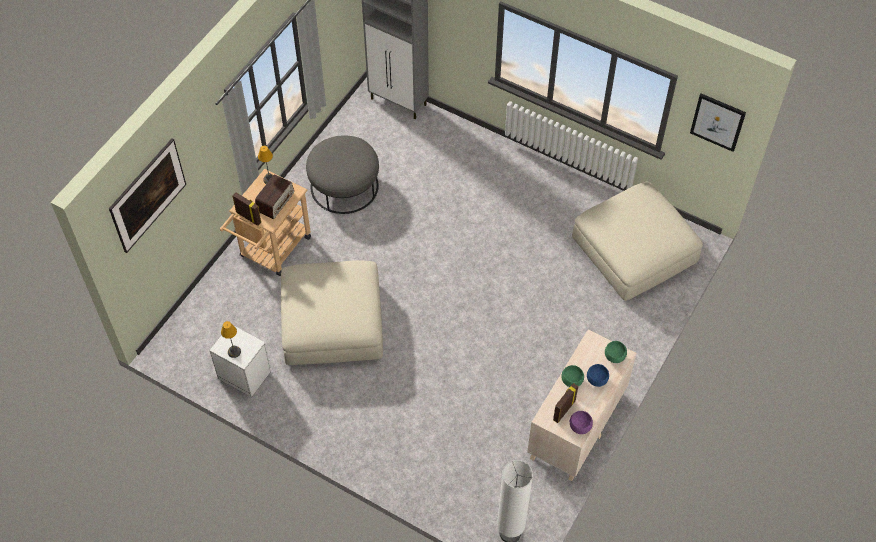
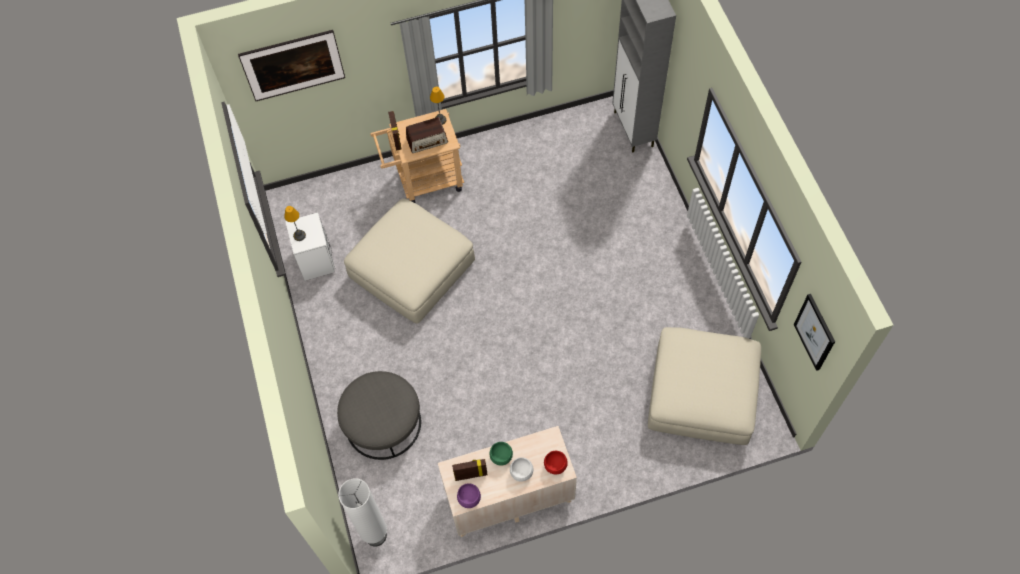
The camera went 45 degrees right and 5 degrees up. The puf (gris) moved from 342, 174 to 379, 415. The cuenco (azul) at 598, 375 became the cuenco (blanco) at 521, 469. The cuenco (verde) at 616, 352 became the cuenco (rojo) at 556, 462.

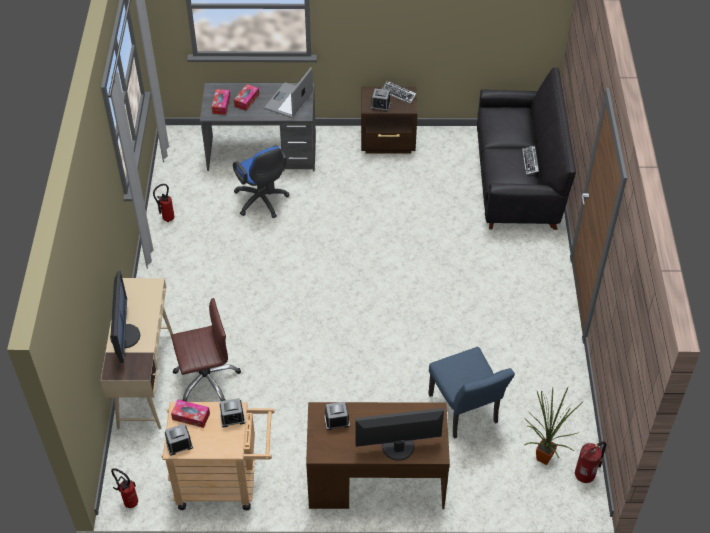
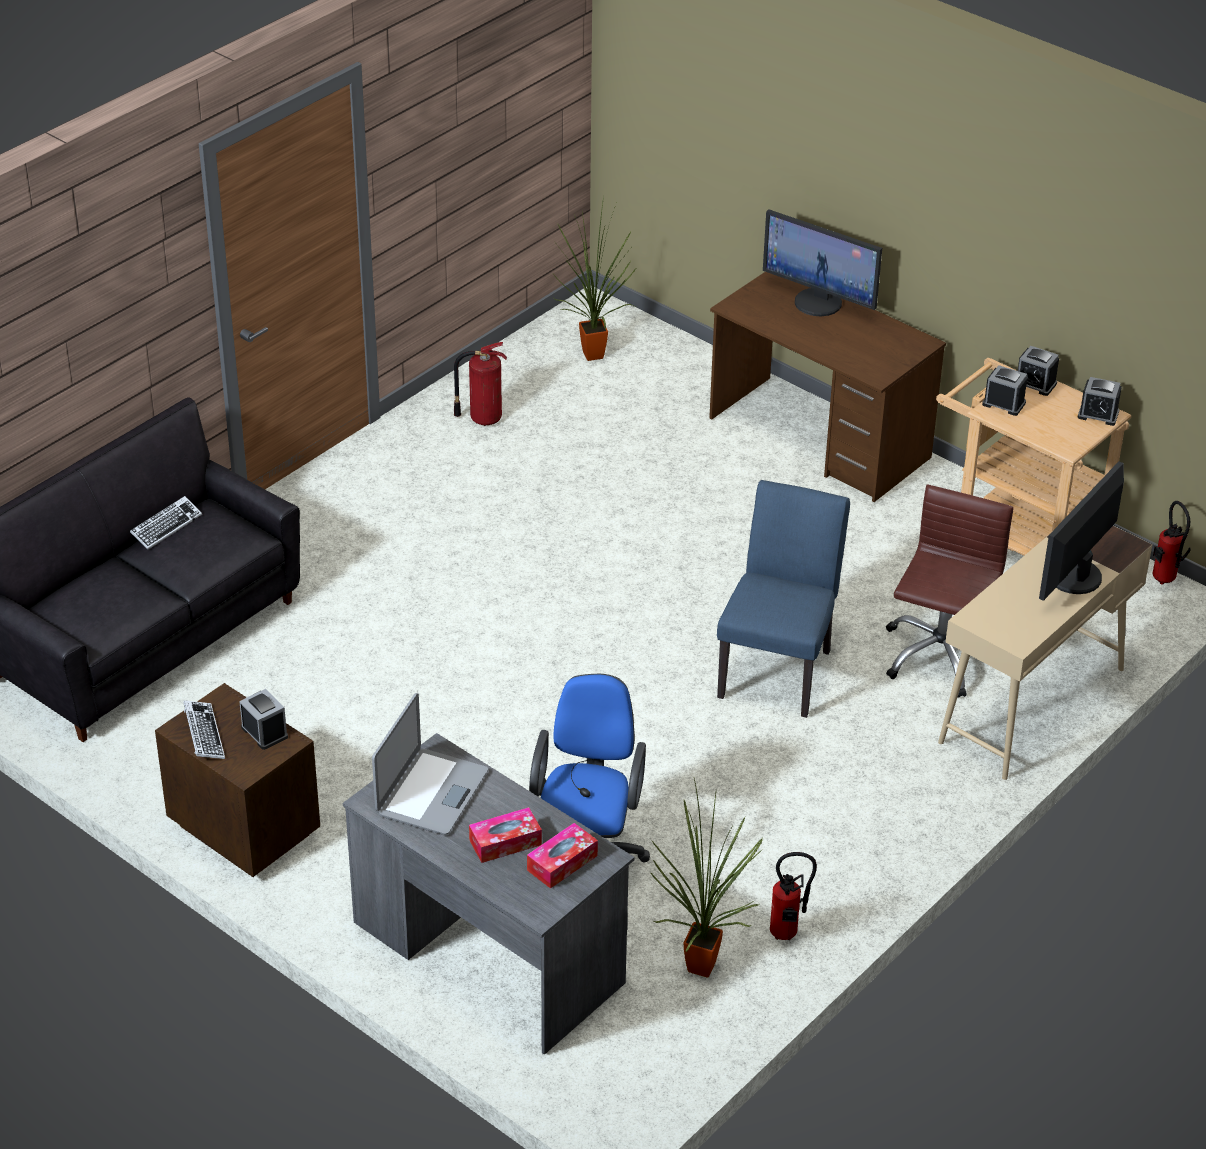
The camera went 140 degrees left and 10 degrees down. The silla de oficina (marrón) at 206, 350 turned 90 degrees clockwise. The caja de pañuelos at 190, 414 disappeared. The portátil at 289, 92 turned 45 degrees counterclockwise. The despertador moved from 337, 416 to 1038, 371. The silla (azul) moved from 471, 393 to 783, 599. The extintor moved from 591, 462 to 480, 384. The planta en maceta at 706, 878 appeared.

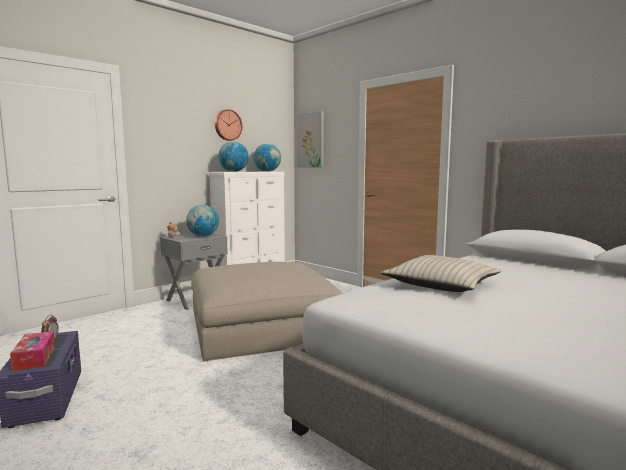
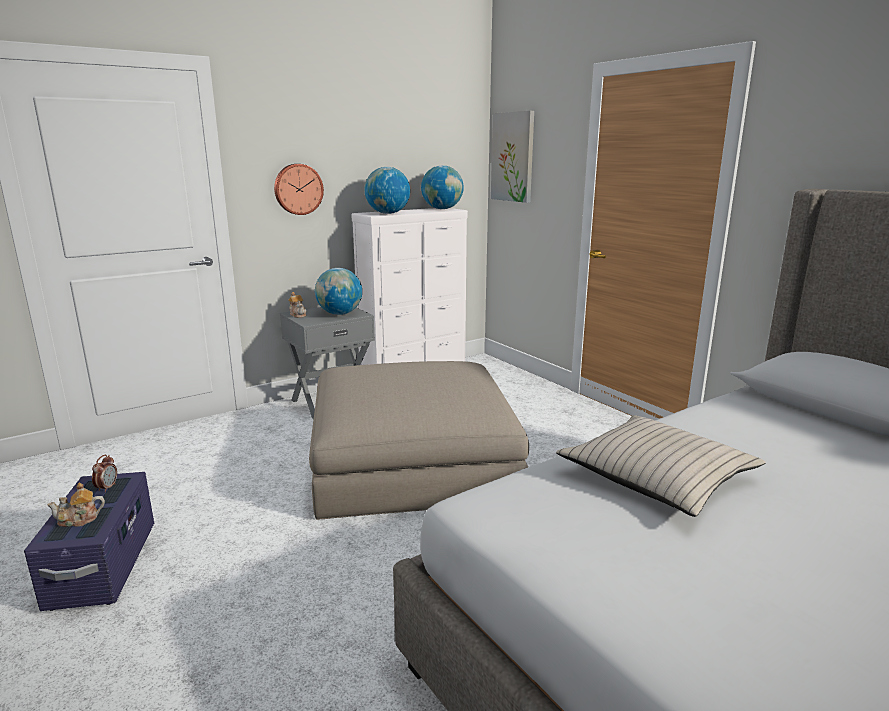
The camera went 10 degrees right and 10 degrees up. The caja de pañuelos at 32, 351 was replaced by the tetera at 76, 505. The reloj de pared moved from 228, 125 to 299, 189.

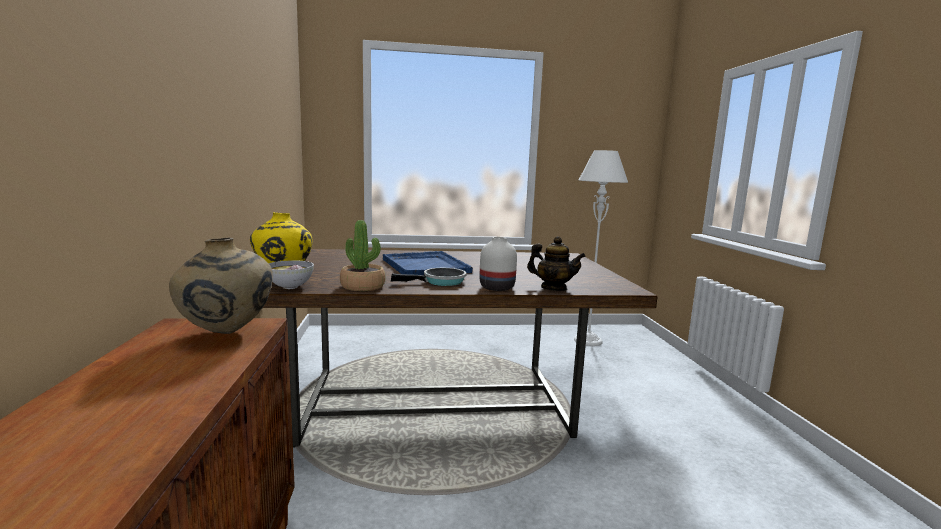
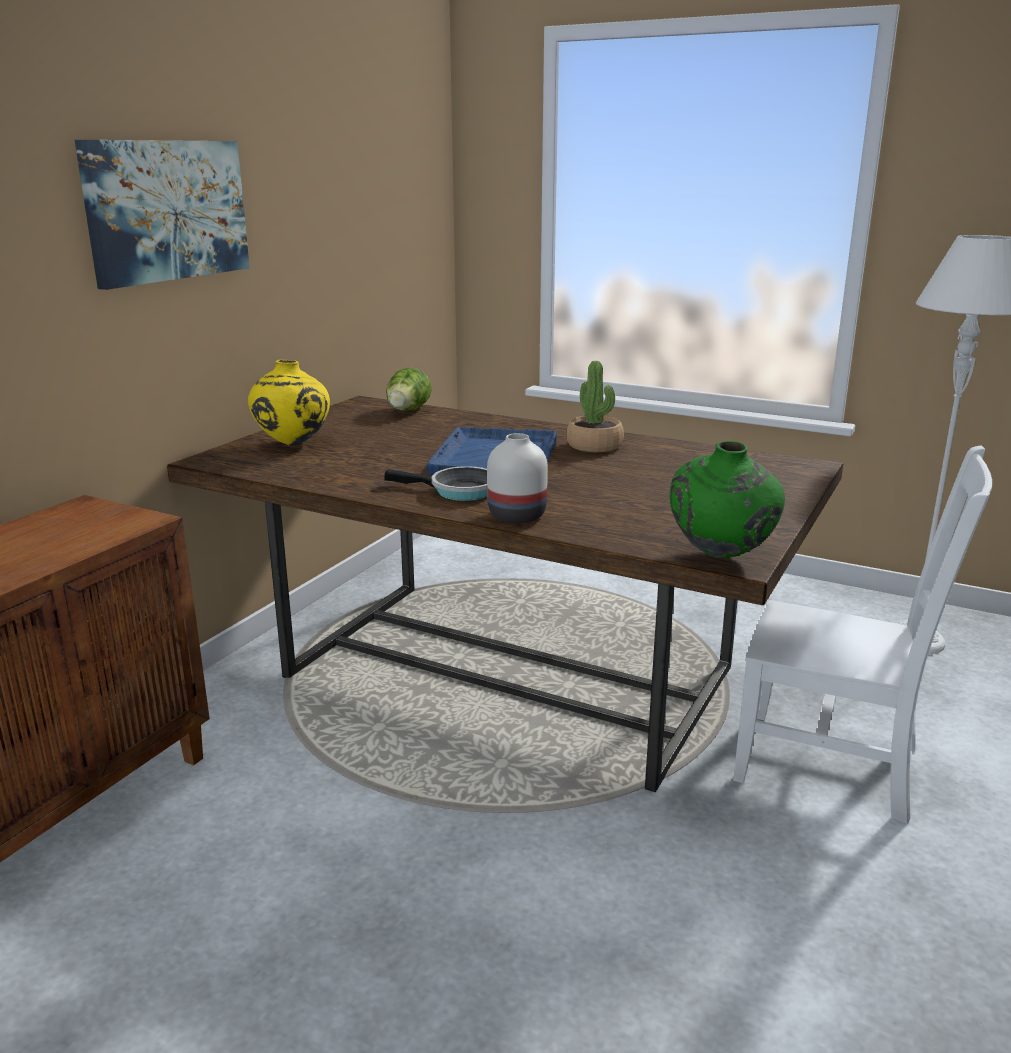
The camera went 35 degrees right and 10 degrees up. The florero (beis) at 221, 286 disappeared. The cuenco at 291, 274 disappeared. The planta en maceta moved from 363, 255 to 595, 406. The tetera at 556, 263 disappeared. The cuadro at 162, 215 appeared. The lechuga at 409, 389 appeared. The florero (verde) at 727, 499 appeared. The silla (blanco) at 862, 635 appeared.

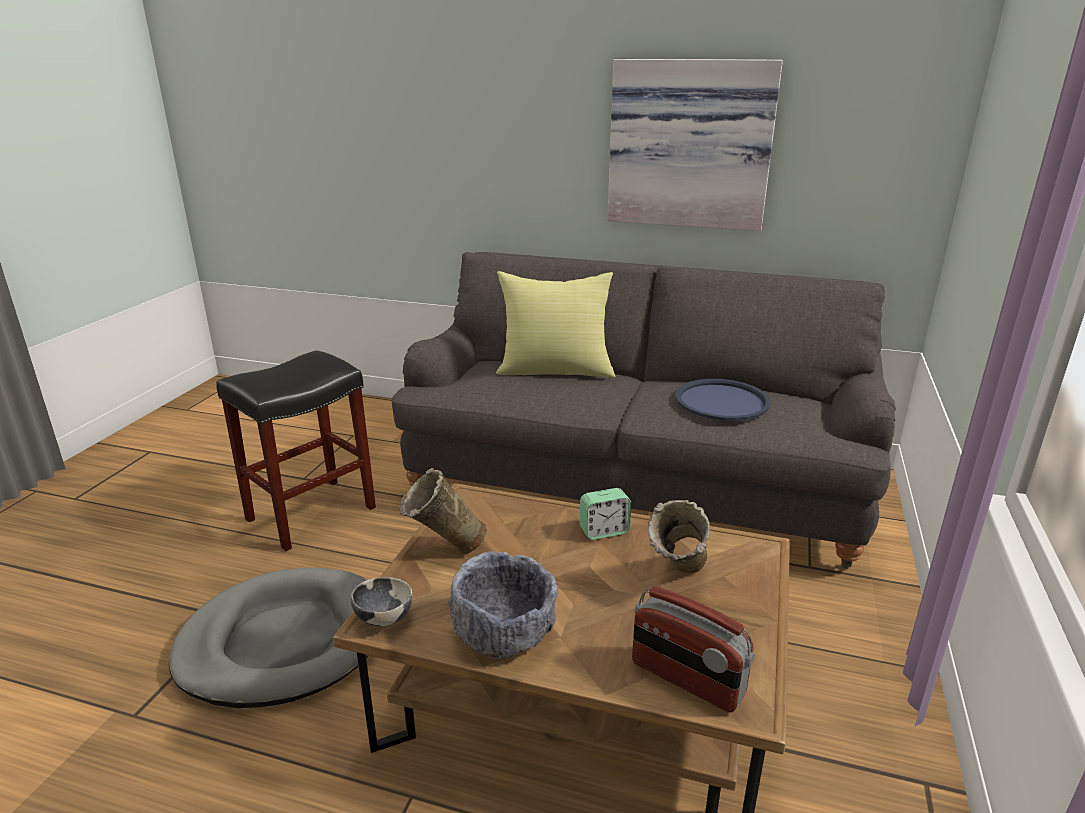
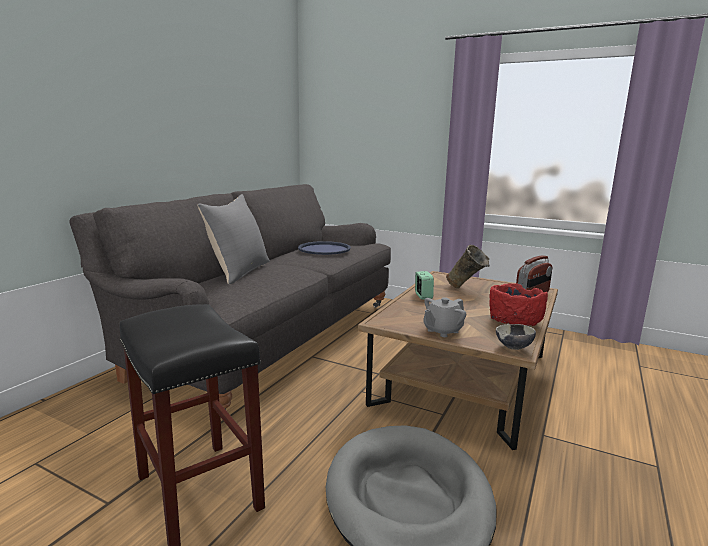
The camera went 80 degrees left and 10 degrees down. The florero (beis) at 443, 511 was replaced by the tetera (gris) at 444, 317. The cuenco (gris) at 503, 605 became the cuenco (rojo) at 518, 304. The cojín (amarillo) at 555, 324 became the cojín (gris) at 233, 239. The cuadro at 695, 145 disappeared.

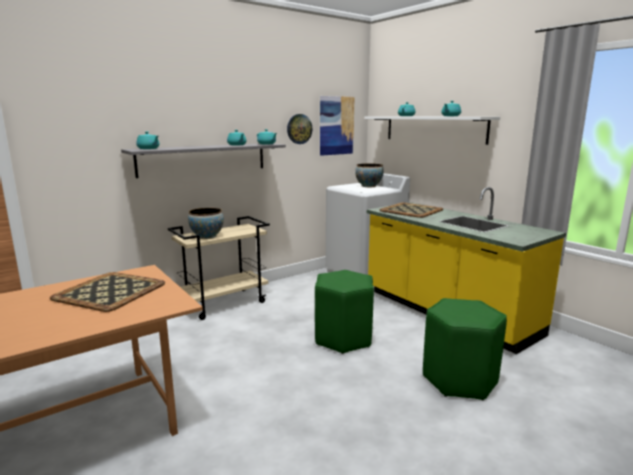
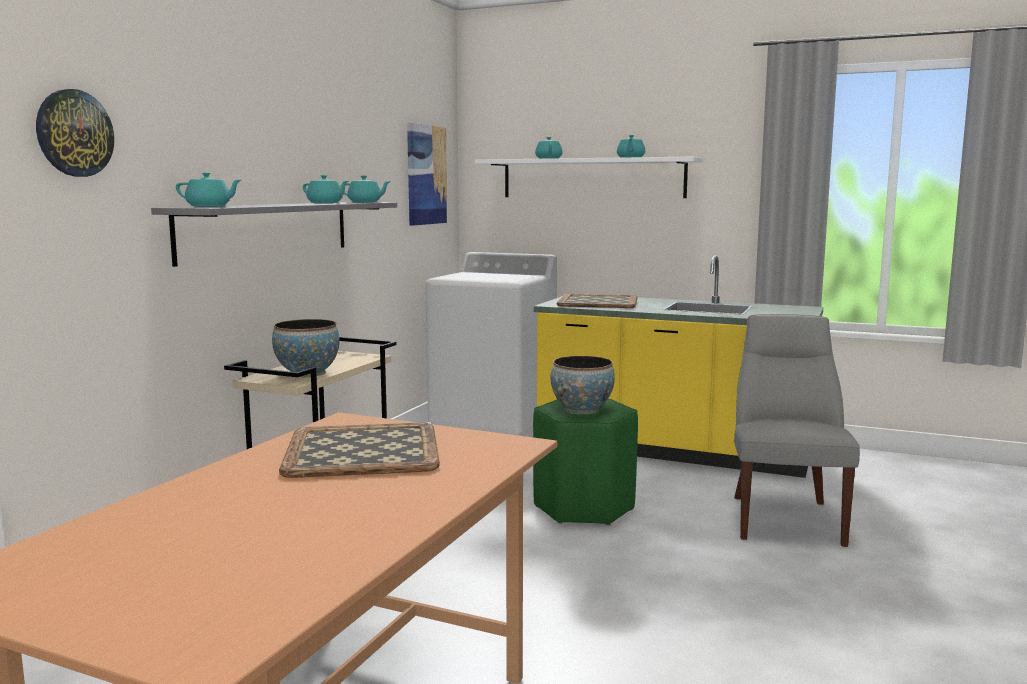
The camera went 30 degrees left and 5 degrees down. The reloj de pared moved from 299, 129 to 75, 133. The cuenco moved from 369, 175 to 583, 385. The taburete (verde) at 465, 349 was replaced by the silla (gris) at 797, 430.

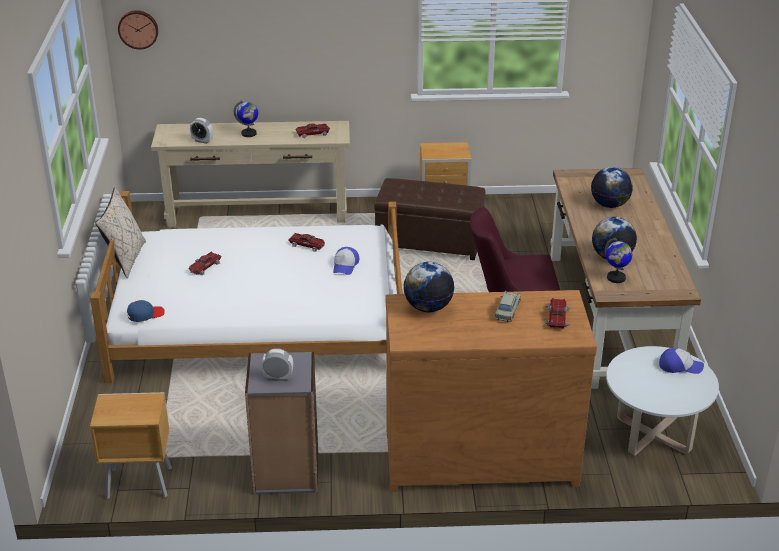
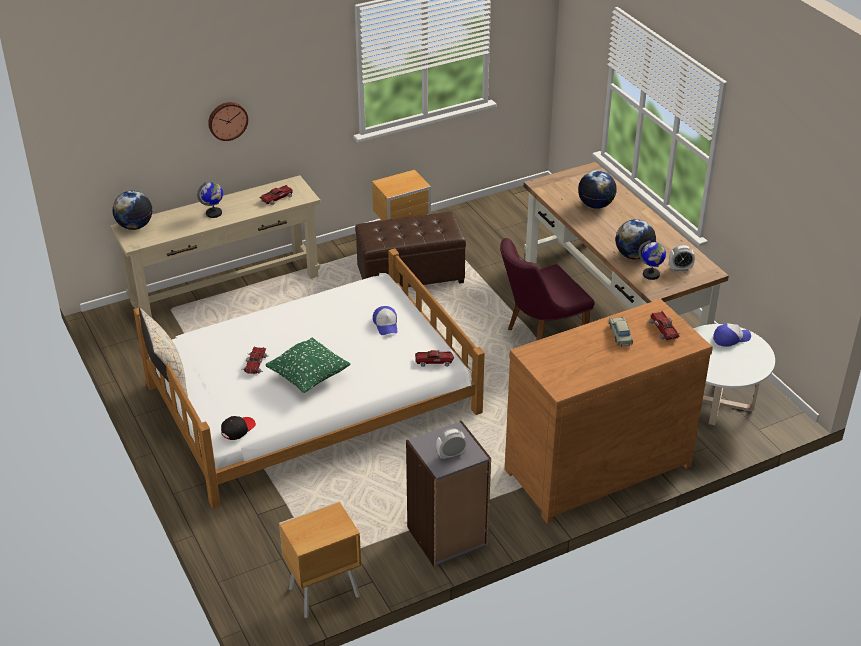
The camera went 25 degrees left and 5 degrees up. The reloj de pared moved from 138, 30 to 228, 121. The gorra (azul) at 146, 311 became the gorra (negro) at 238, 428. The despertador moved from 201, 131 to 682, 258. The coche de juguete moved from 306, 242 to 434, 358. The globo terráqueo moved from 428, 287 to 132, 210. The cojín (verde) at 308, 365 appeared.

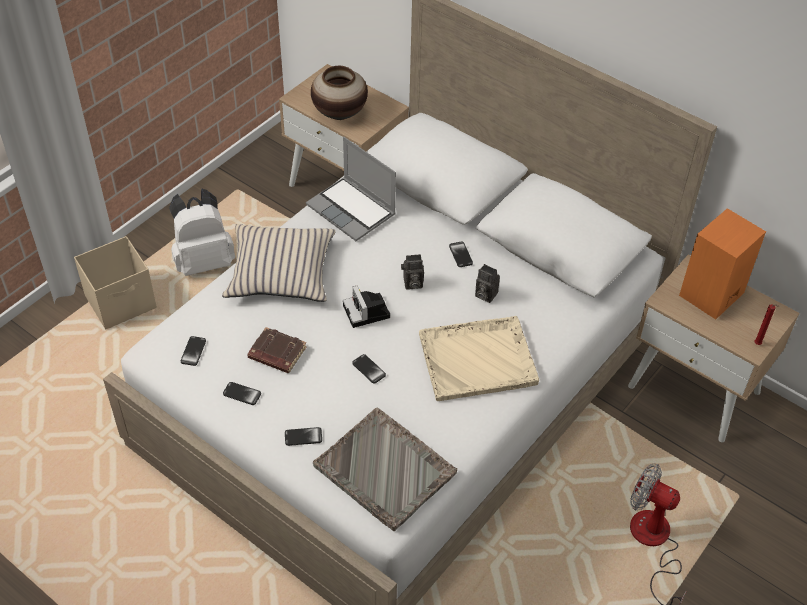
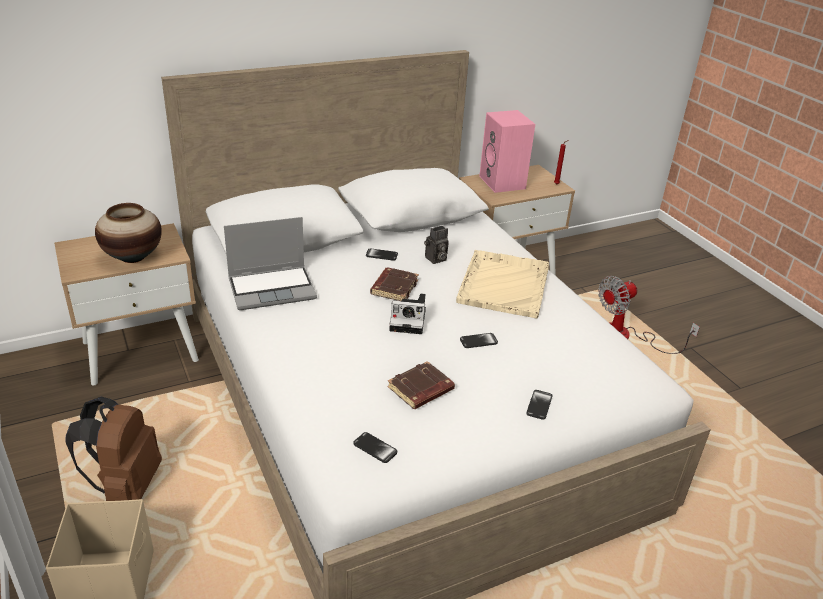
The camera went 65 degrees left and 15 degrees down. The mochila (blanco) at 202, 232 became the mochila (marrón) at 114, 449. The cojín (beis) at 278, 263 disappeared. The móvil at 242, 393 disappeared. The bandeja (gris) at 385, 469 disappeared. The cámara at 412, 272 was replaced by the libro (marrón) at 394, 284. The altavoz (naranja) at 722, 263 became the altavoz (rosa) at 507, 151.

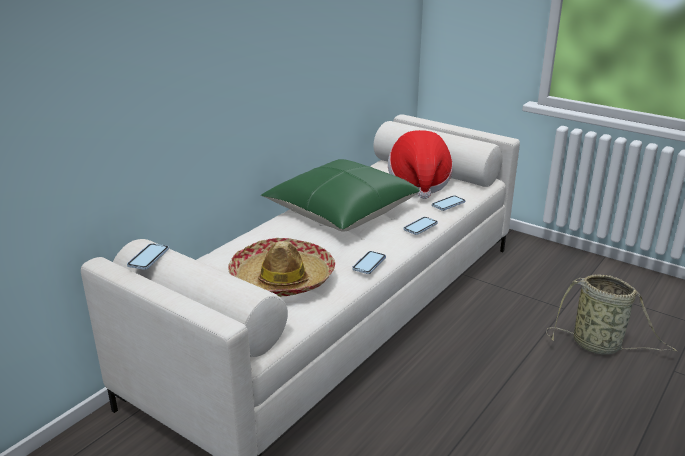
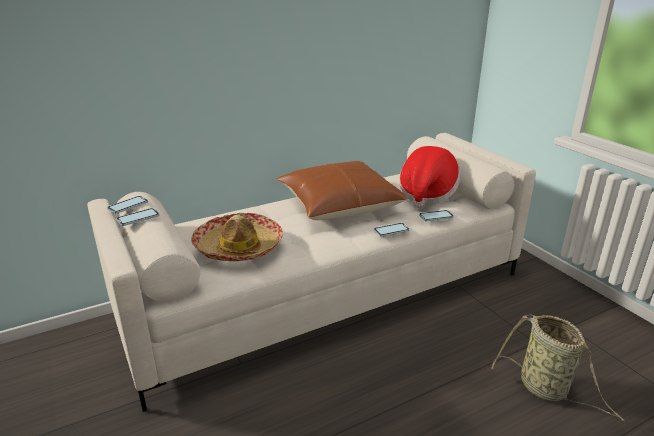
The camera went 25 degrees right and 0 degrees up. The cojín (verde) at 340, 195 became the cojín (marrón) at 342, 190. The móvil moved from 369, 262 to 137, 217.

